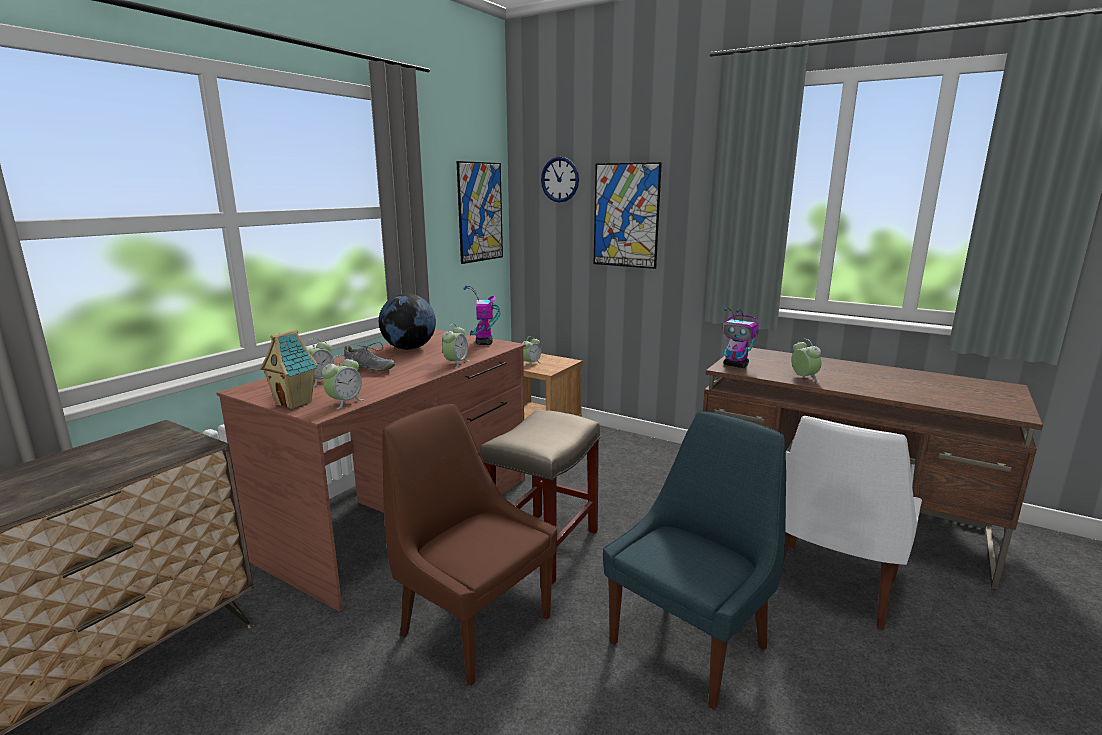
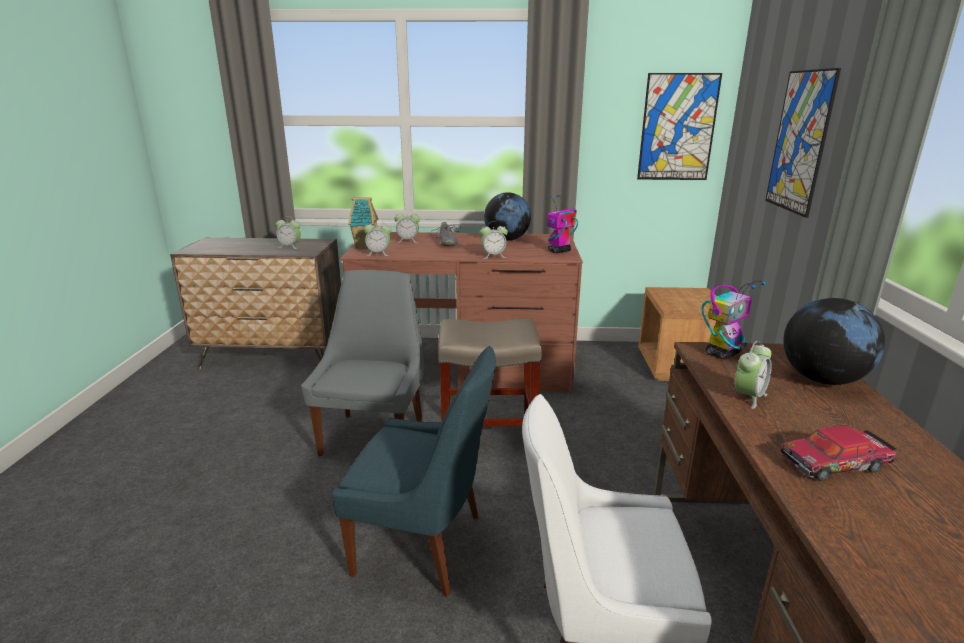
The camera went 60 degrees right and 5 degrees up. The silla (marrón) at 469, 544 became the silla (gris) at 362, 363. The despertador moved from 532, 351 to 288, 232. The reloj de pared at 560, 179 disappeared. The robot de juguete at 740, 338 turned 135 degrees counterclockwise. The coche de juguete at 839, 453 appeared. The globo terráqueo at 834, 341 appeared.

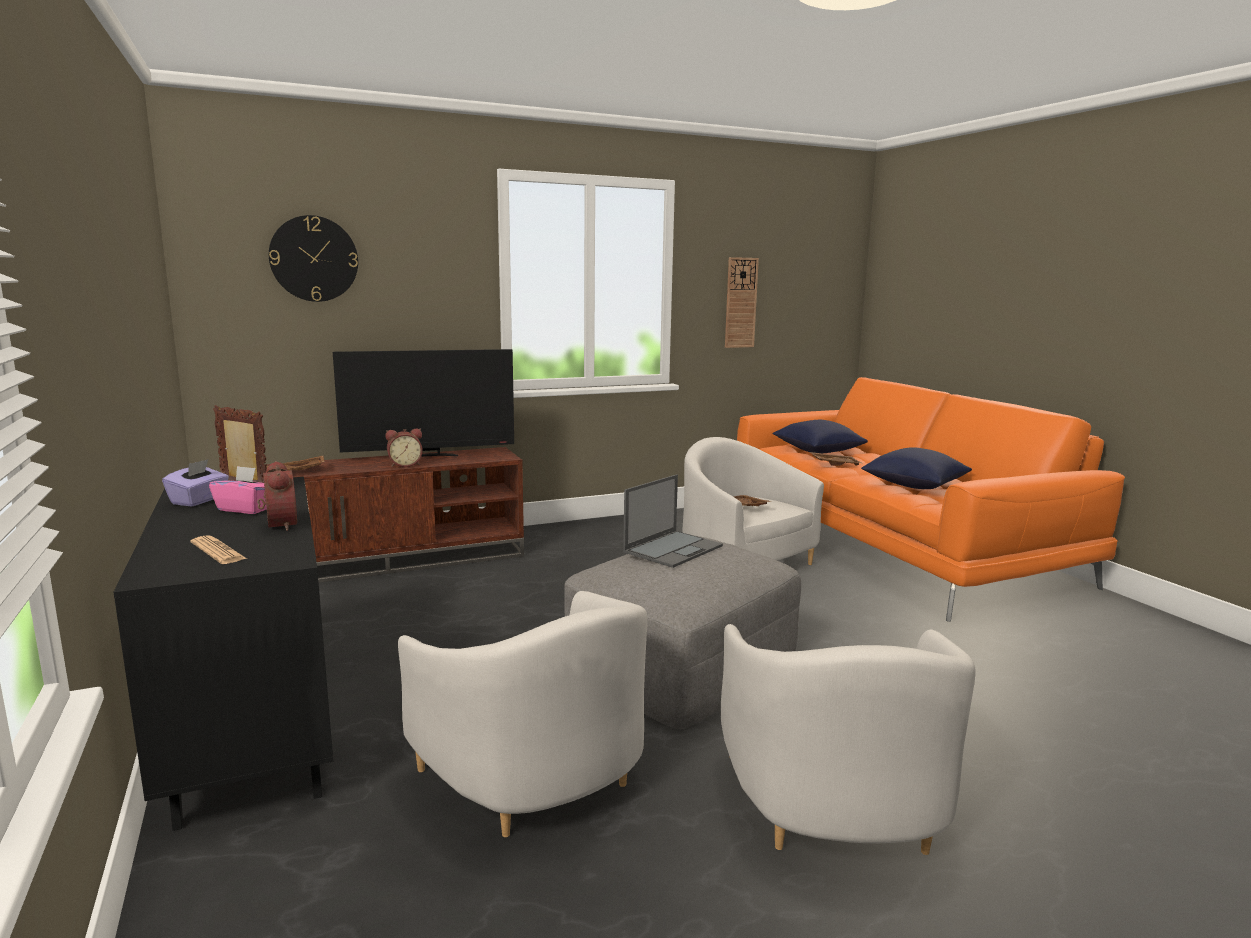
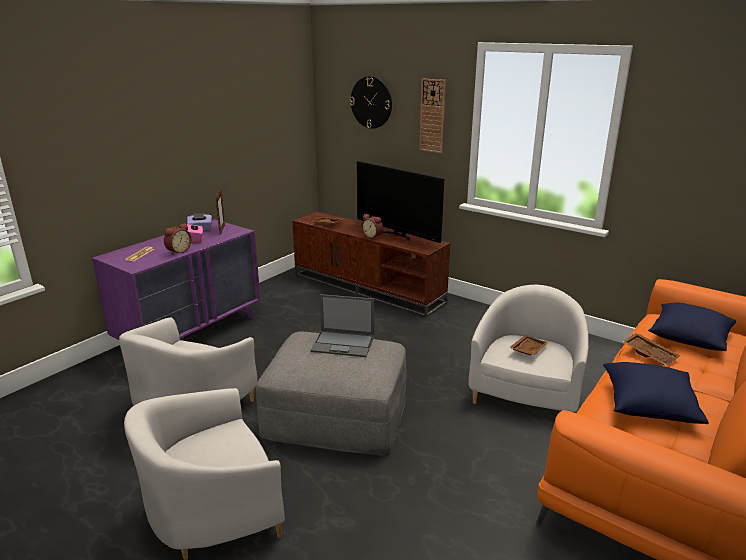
The camera went 60 degrees right and 10 degrees up. The cómoda (negro) at 223, 654 became the cómoda (morado) at 176, 279. The reloj de pared moved from 742, 302 to 432, 115.

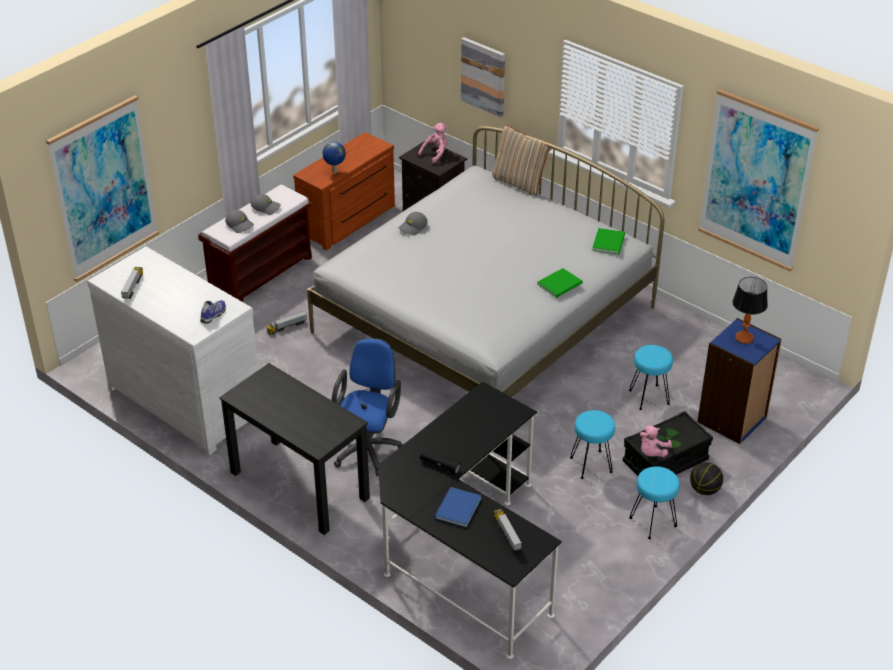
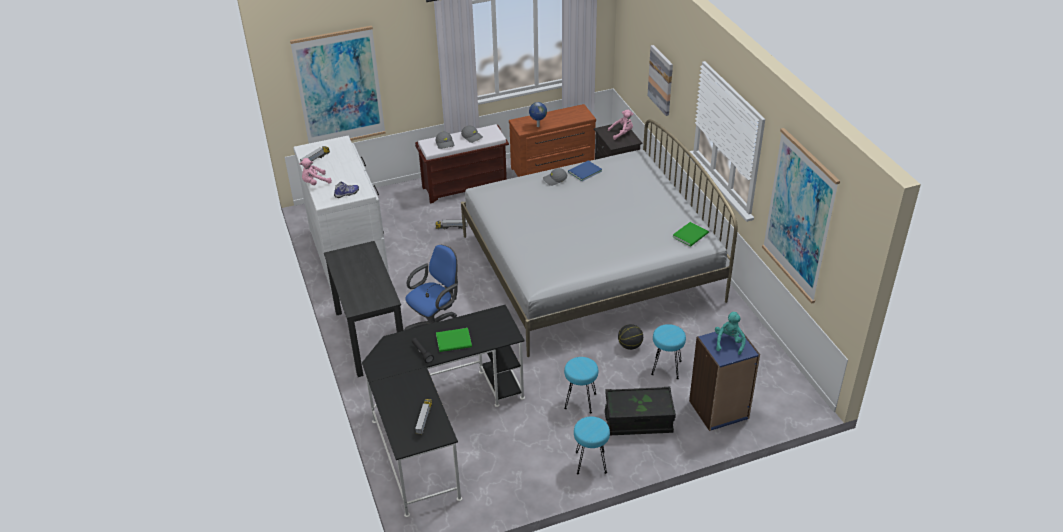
The camera went 30 degrees right and 0 degrees up. The libro (azul) moved from 457, 507 to 585, 170. The cojín (beis) at 521, 160 disappeared. The libro (verde) moved from 560, 283 to 454, 340. The peluche (rosa) moved from 656, 441 to 315, 171. The balón de baloncesto moved from 706, 478 to 630, 337. The lámpara de mesa at 750, 310 was replaced by the peluche (turquesa) at 730, 333.

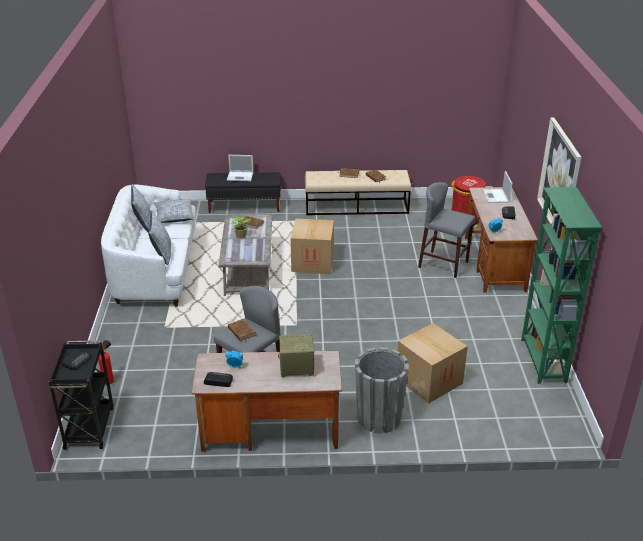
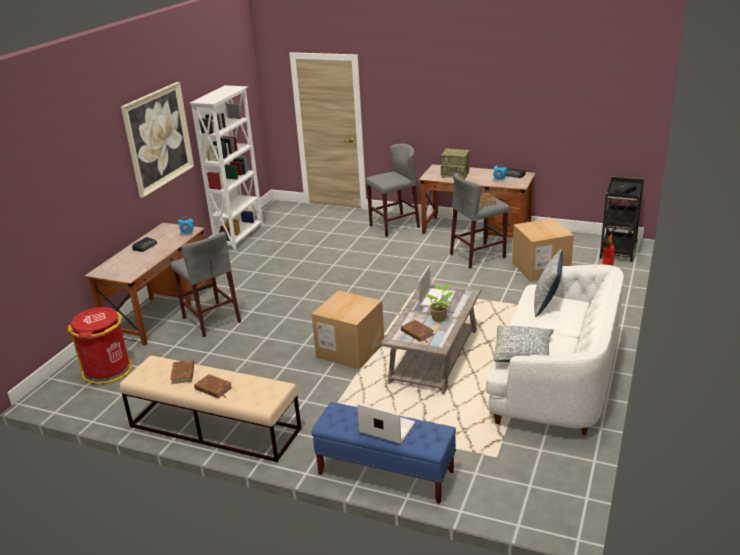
The camera went 155 degrees left and 5 degrees down. The cojín at 141, 208 disappeared. The banco (negro) at 243, 192 became the banco (azul) at 384, 453. The maceta (gris) at 382, 390 was replaced by the taburete (gris) at 392, 190. The caja de cartón moved from 432, 363 to 543, 250. The portátil moved from 497, 187 to 437, 286. The estantería (verde) at 561, 285 became the estantería (blanco) at 227, 168.

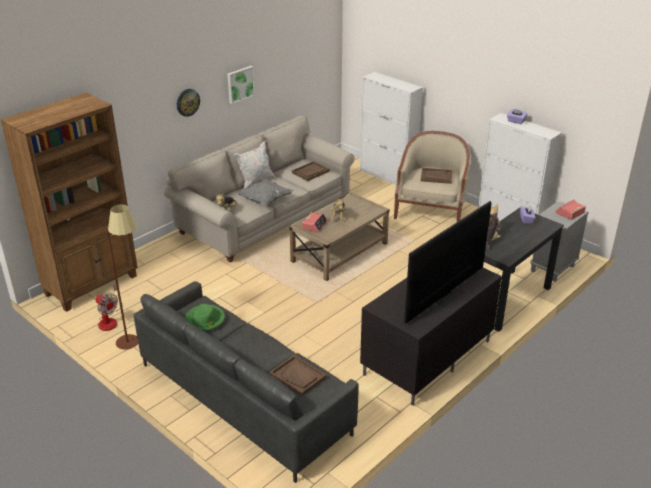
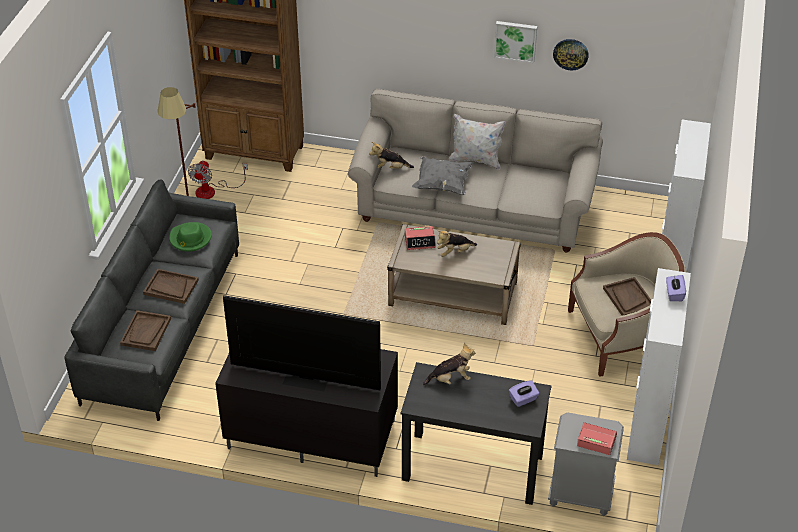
The camera went 60 degrees right and 10 degrees up. The reloj de pared moved from 188, 103 to 571, 54. The bandeja (marrón) moved from 311, 171 to 171, 286.

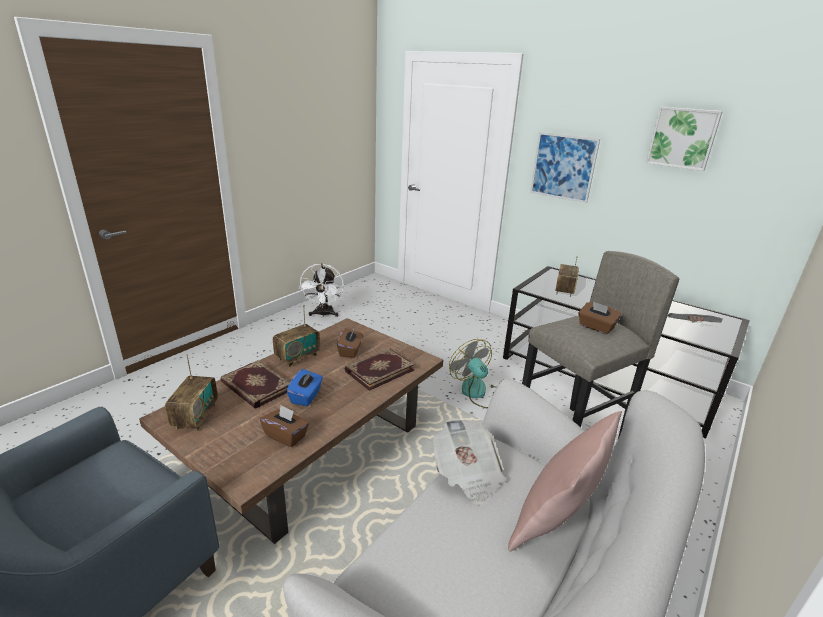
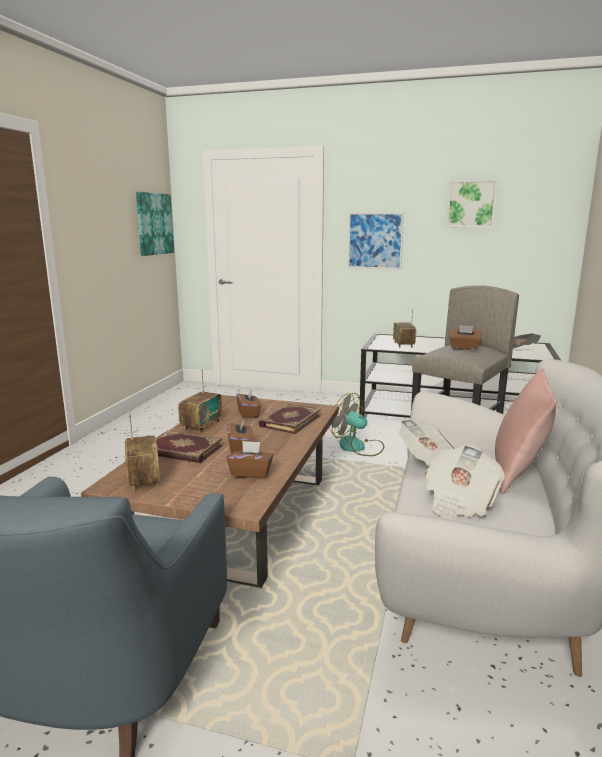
The camera went 20 degrees left and 10 degrees down. The caja de pañuelos (azul) at 305, 387 became the caja de pañuelos (marrón) at 240, 436. The ventilador (blanco) at 321, 290 disappeared. The cuadro at 155, 224 appeared. The periódico at 465, 481 appeared.

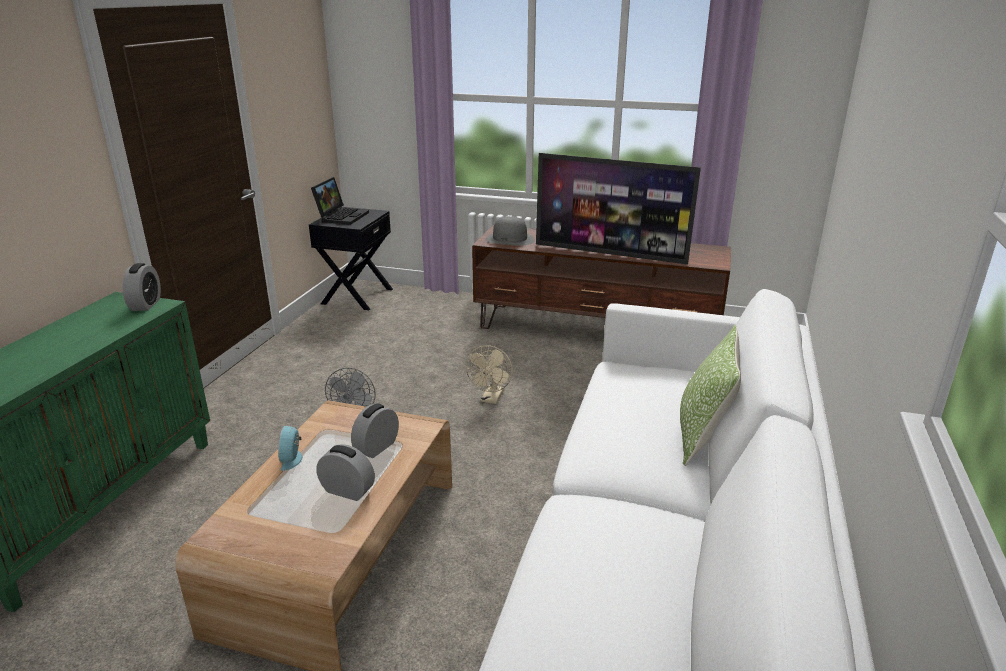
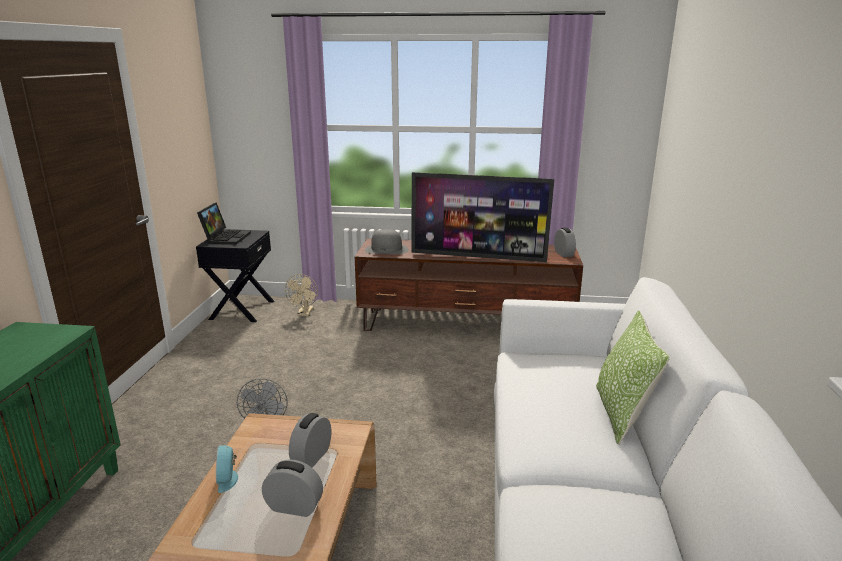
The camera went 10 degrees left and 5 degrees down. The despertador moved from 141, 287 to 565, 242. The ventilador (beis) moved from 489, 375 to 301, 295.

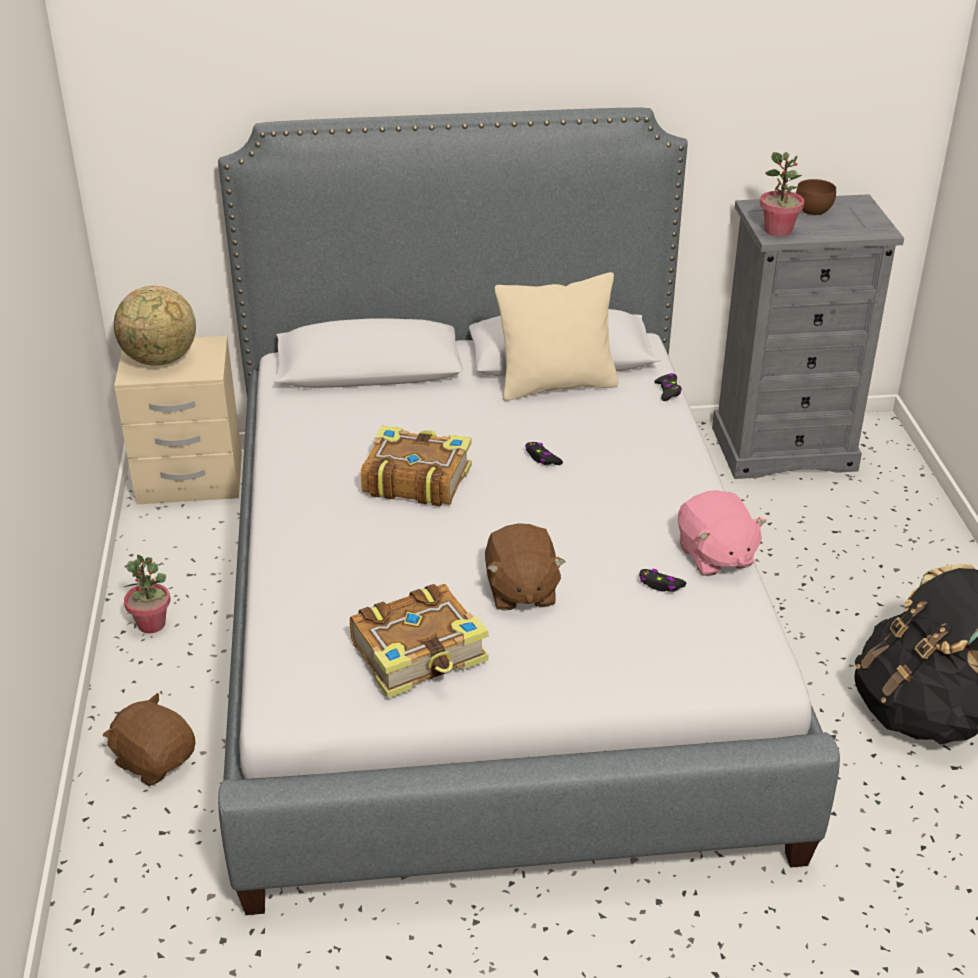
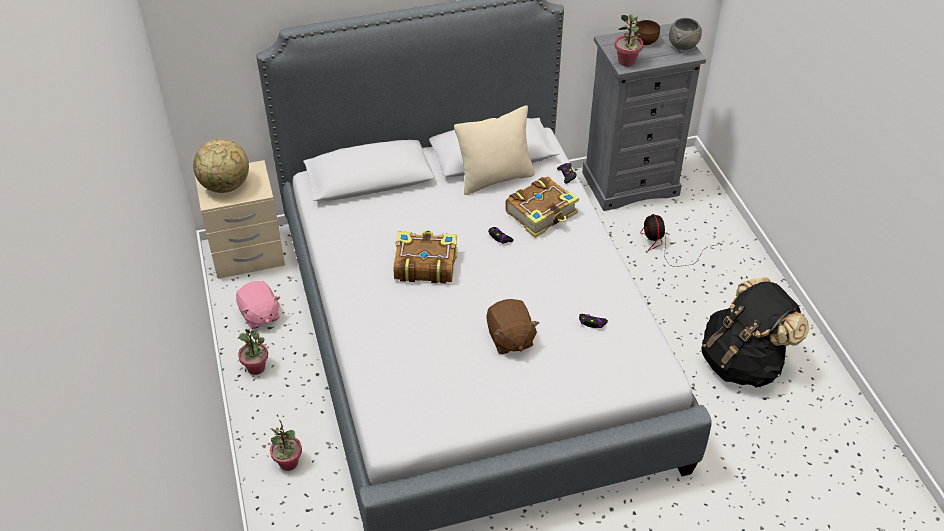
The camera went 10 degrees left and 10 degrees up. The peluche (marrón) at 149, 739 was replaced by the planta en maceta at 286, 445. The libro moved from 419, 641 to 542, 207. The peluche (rosa) moved from 722, 533 to 258, 305. The ventilador at 677, 240 appeared. The cuenco (gris) at 685, 34 appeared.

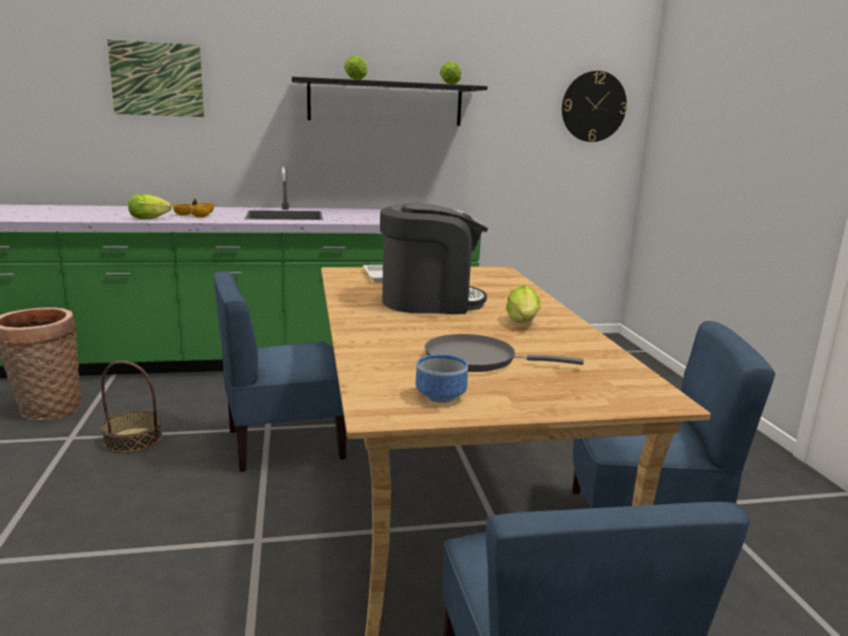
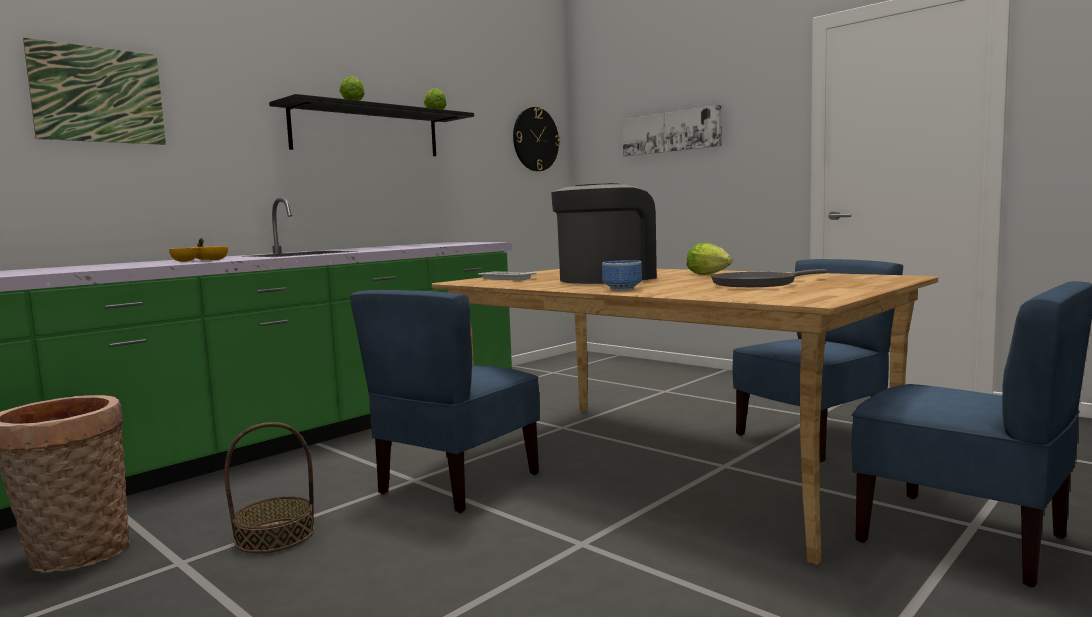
The camera went 35 degrees left and 10 degrees down. The lechuga at 150, 206 disappeared. The cuenco moved from 442, 378 to 622, 275. The cuadro at 672, 131 appeared.

